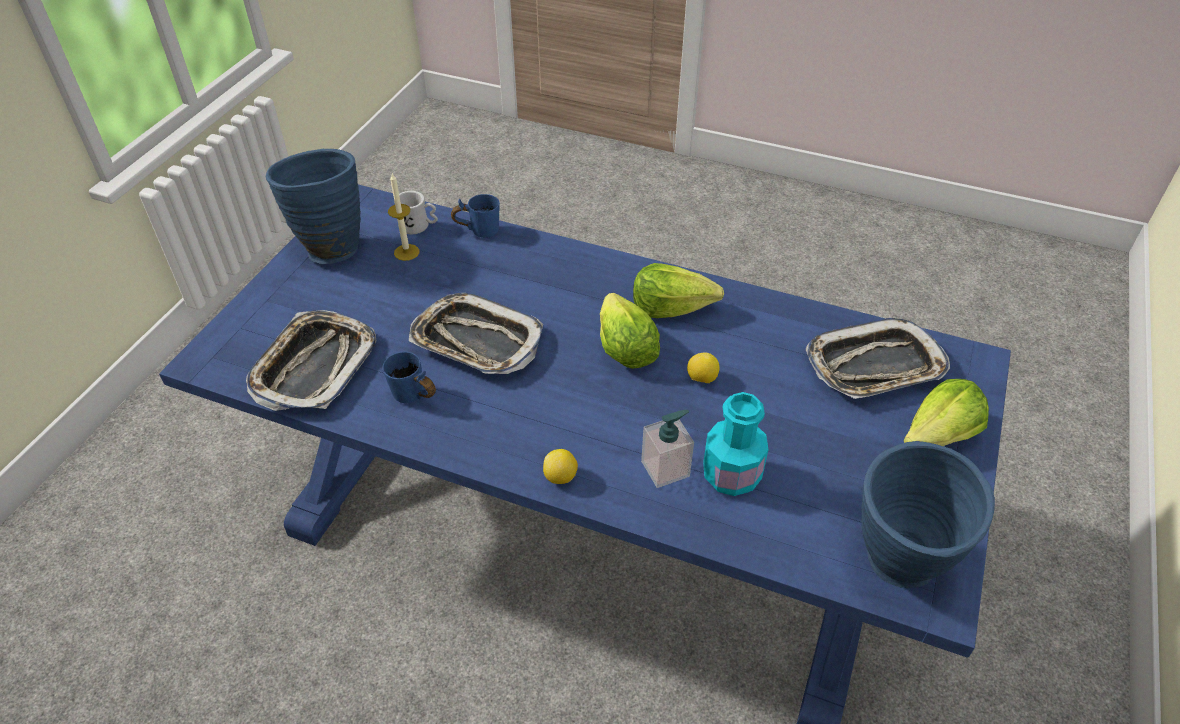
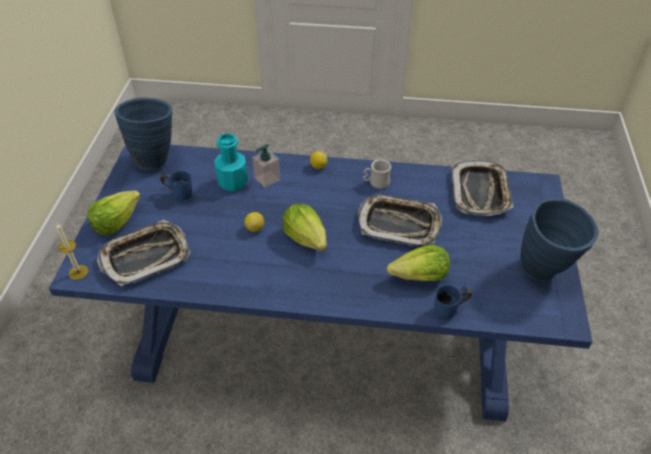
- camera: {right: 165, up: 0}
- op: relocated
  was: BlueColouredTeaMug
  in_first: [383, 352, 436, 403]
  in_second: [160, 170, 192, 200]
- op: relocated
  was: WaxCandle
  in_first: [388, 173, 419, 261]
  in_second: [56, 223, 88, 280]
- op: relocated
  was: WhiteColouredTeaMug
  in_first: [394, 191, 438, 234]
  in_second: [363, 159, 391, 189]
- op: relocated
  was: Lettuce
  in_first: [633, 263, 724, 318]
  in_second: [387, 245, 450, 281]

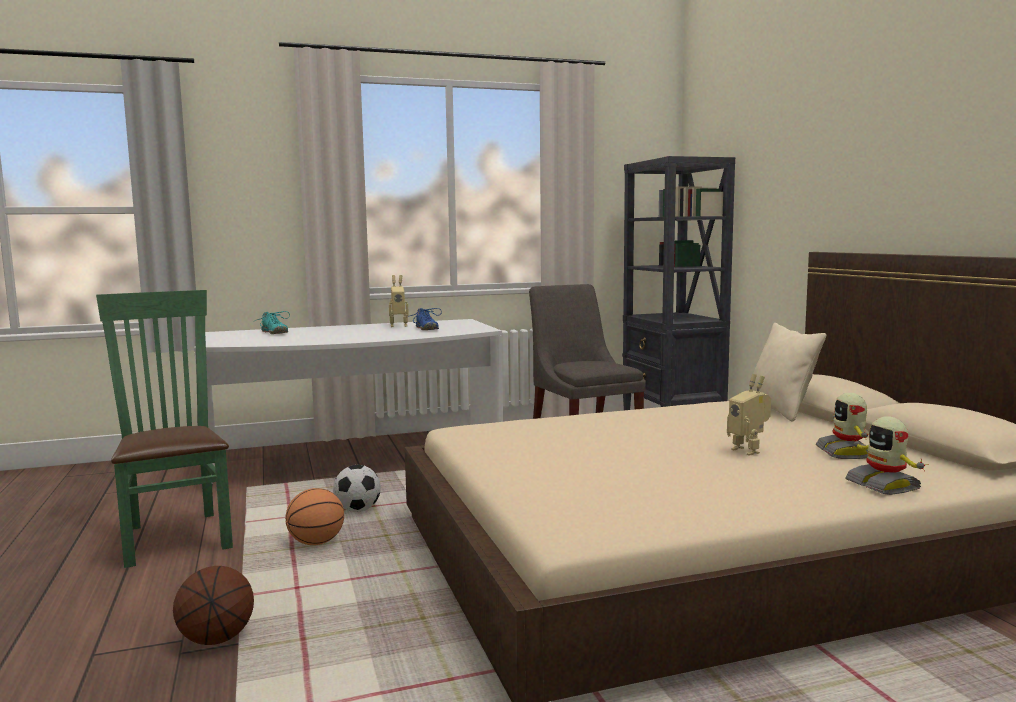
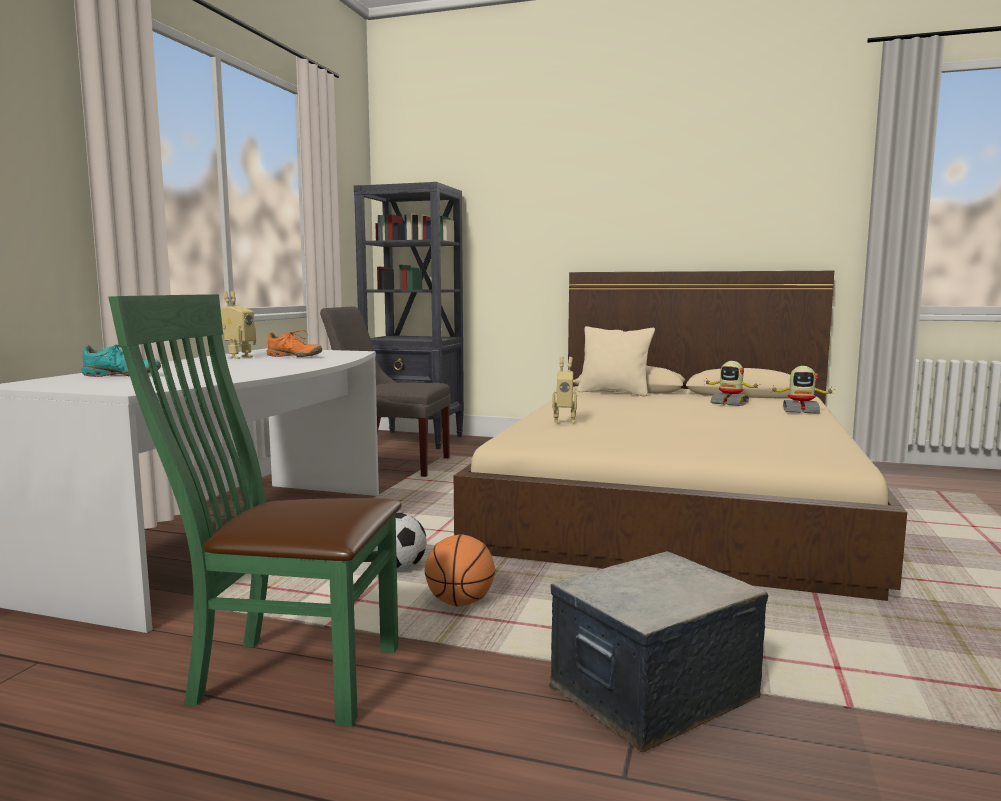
- camera: {right: -55, up: 0}
- op: exchanged
  was: Basketball
  now: StorageBox
  in_first: [173, 566, 254, 645]
  in_second: [549, 551, 768, 752]
- op: colour
  was: BlueColouredShoe
  now: OrangeyShoe
  in_first: [408, 308, 442, 330]
  in_second: [266, 330, 322, 357]
- op: relocated
  was: ToyRobot
  in_first: [727, 374, 771, 456]
  in_second: [552, 357, 577, 423]

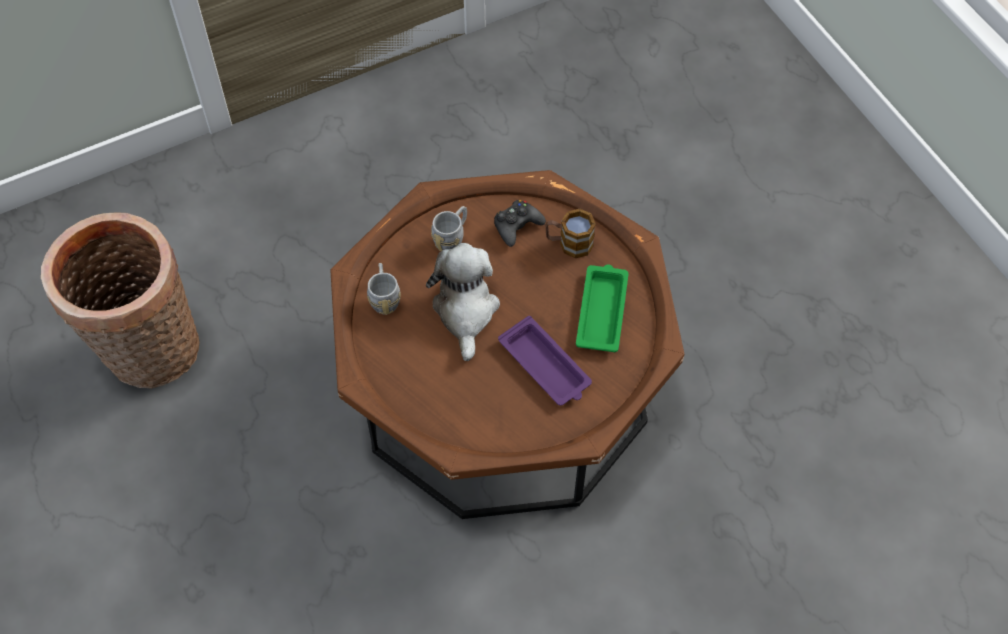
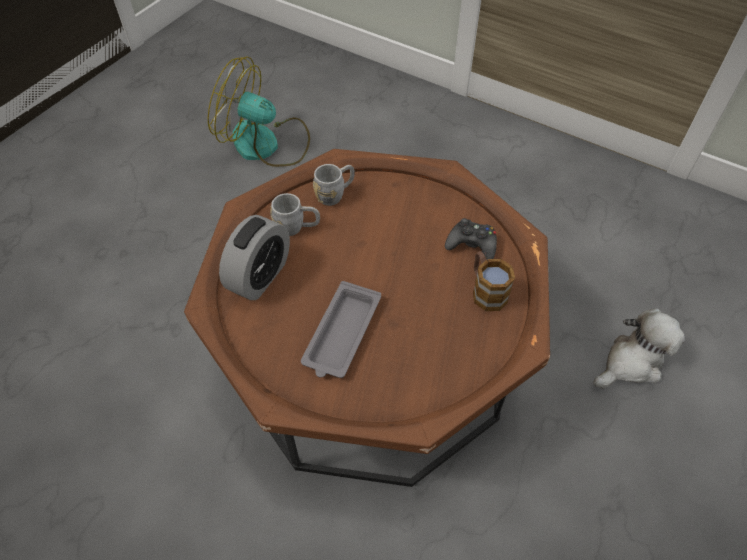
- camera: {right: 60, up: -5}
- op: exchanged
  was: StorageBasket
  now: ElectricFan
  in_first: [41, 212, 200, 389]
  in_second: [208, 56, 310, 167]
- op: relocated
  was: CuddlyToy
  in_first: [426, 243, 500, 361]
  in_second: [593, 309, 685, 388]
- op: relocated
  was: GreyishTeaMug
  in_first: [431, 206, 467, 251]
  in_second: [270, 193, 320, 236]
- op: colour
  was: PurplishTray
  now: GreyishTray
  in_first: [498, 316, 592, 406]
  in_second: [301, 281, 381, 378]
- op: missing
  was: GreenishTray
  in_first: [576, 264, 629, 352]
- op: appeared
  now: AlarmClock
  in_second: [219, 215, 290, 300]

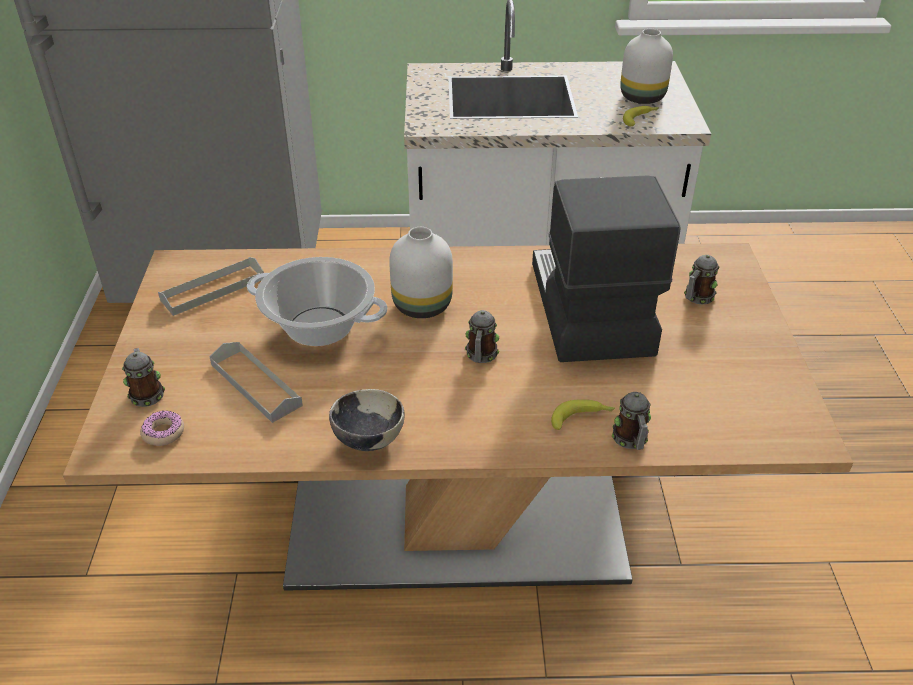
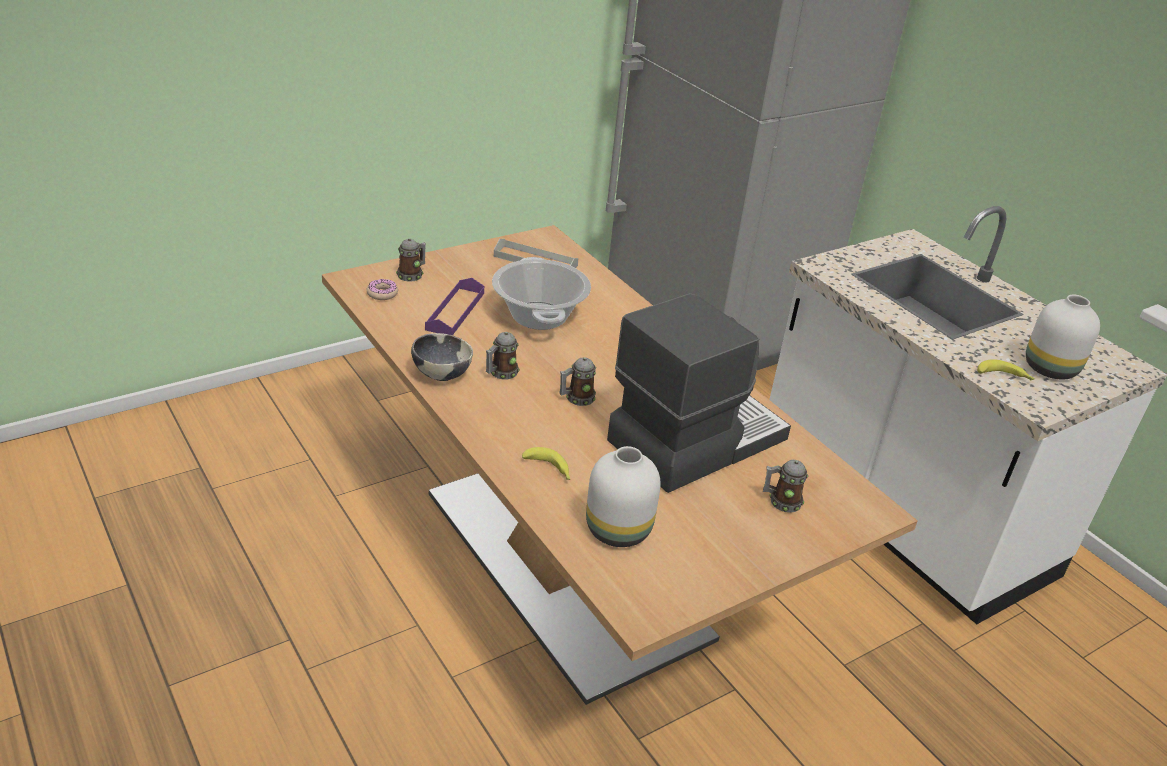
- camera: {right: 55, up: -5}
- op: colour
  was: GreyishTray
  now: PurplishTray
  in_first: [210, 342, 303, 423]
  in_second: [425, 278, 484, 335]
- op: relocated
  was: WhiteColouredVase
  in_first: [389, 227, 453, 318]
  in_second: [586, 446, 661, 547]
- op: relocated
  was: TeaMug
  in_first: [612, 392, 651, 450]
  in_second: [486, 332, 520, 379]

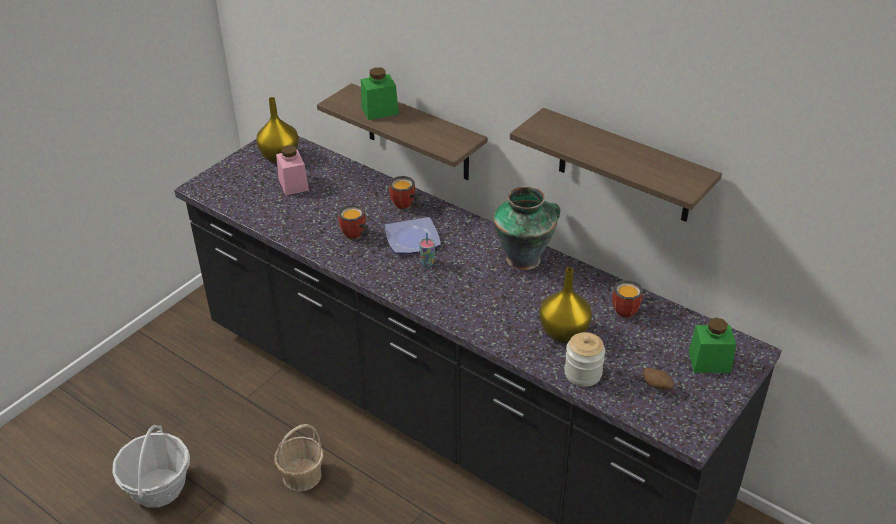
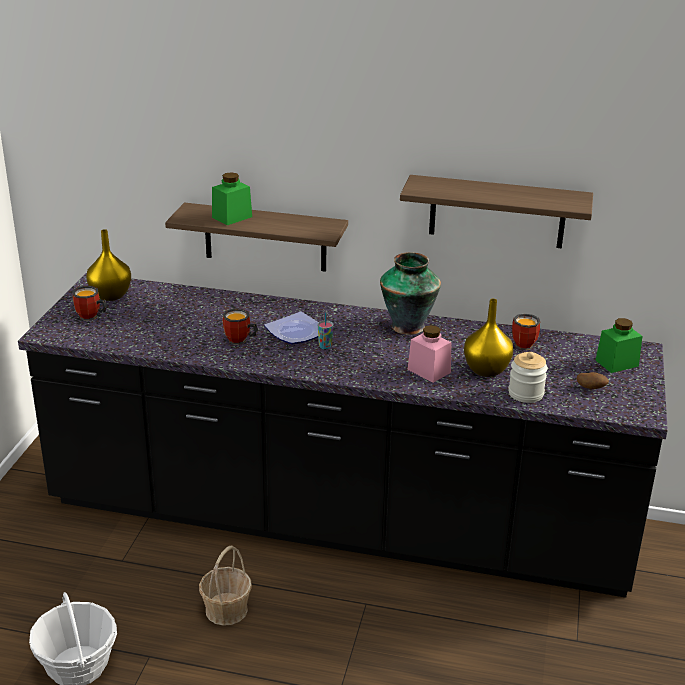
- camera: {right: -25, up: -10}
- op: relocated
  was: PinkishJar
  in_first: [276, 145, 309, 195]
  in_second: [408, 325, 451, 383]
- op: relocated
  was: TeaMug
  in_first: [389, 176, 420, 211]
  in_second: [72, 286, 107, 321]

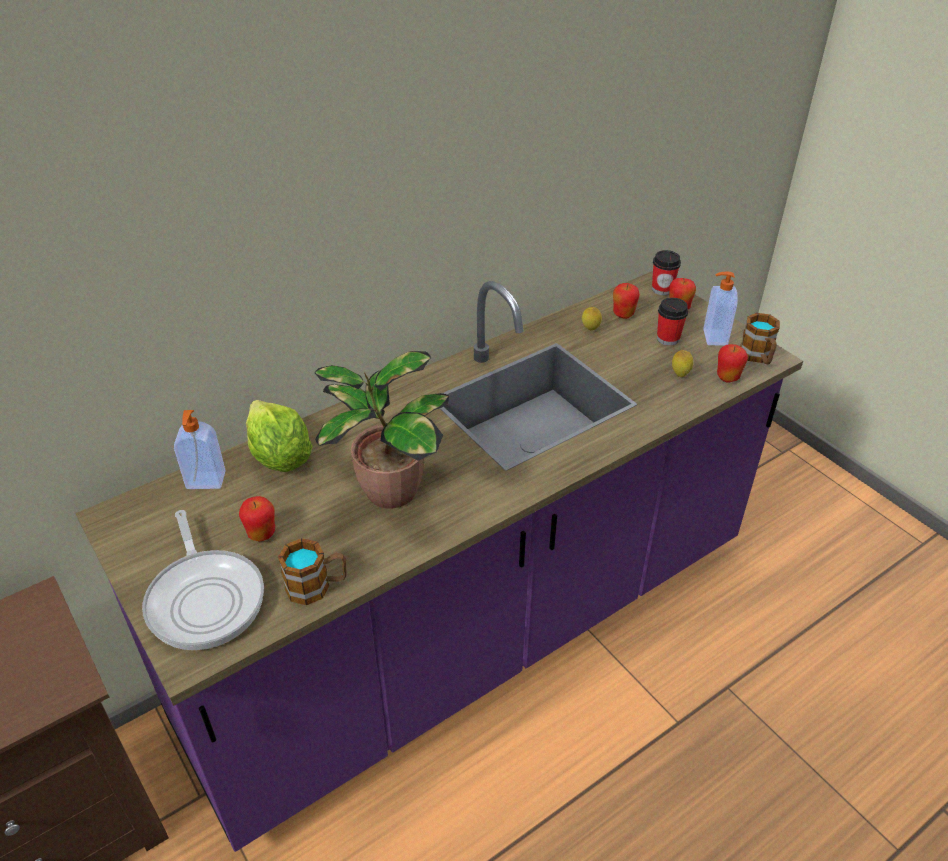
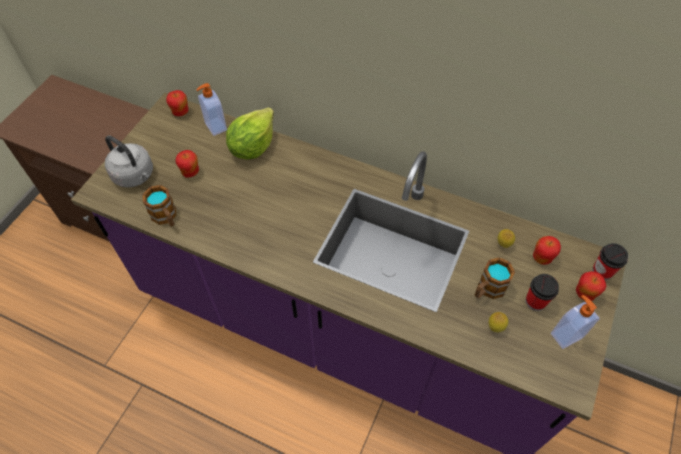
- camera: {right: 60, up: 15}
- op: exchanged
  was: Pan
  now: GreyishWaterKettle
  in_first: [142, 510, 264, 650]
  in_second: [105, 135, 153, 188]
- op: missing
  was: PottedPlant
  in_first: [315, 351, 449, 509]
- op: relocated
  was: WholeApple
  in_first: [717, 344, 748, 382]
  in_second: [166, 90, 189, 116]
- op: relocated
  was: TeaMug
  in_first: [740, 313, 780, 364]
  in_second: [475, 257, 515, 299]

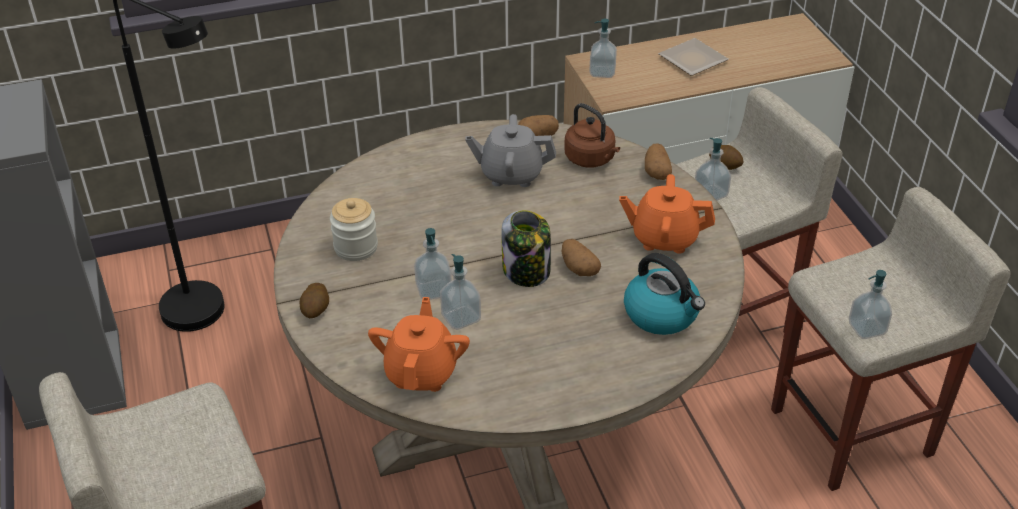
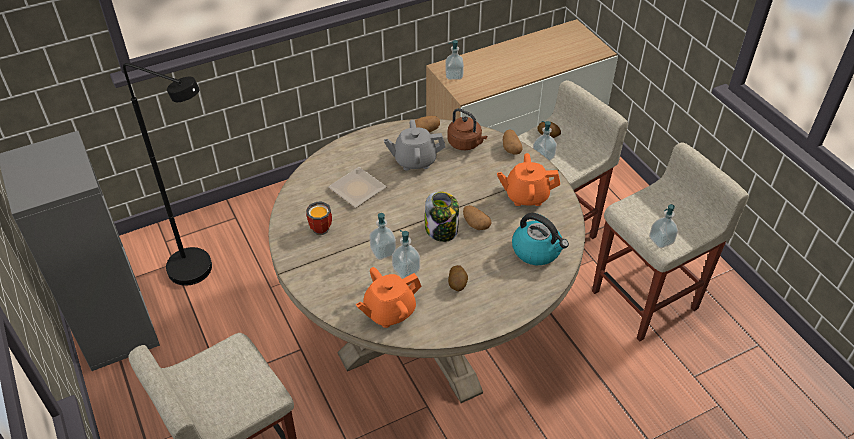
- camera: {right: -10, up: 5}
- op: relocated
  was: Potato
  in_first: [300, 283, 329, 318]
  in_second: [448, 265, 468, 291]
- op: exchanged
  was: Jar
  now: TeaMug
  in_first: [330, 198, 378, 261]
  in_second: [306, 201, 332, 235]
- op: spun
  was: OrangeyTeaPot
  in_first: [368, 297, 470, 392]
  in_second: [356, 267, 422, 328]
  clockwise: -120
- op: relocated
  was: FlatDish
  in_first: [658, 38, 729, 76]
  in_second: [328, 167, 387, 208]

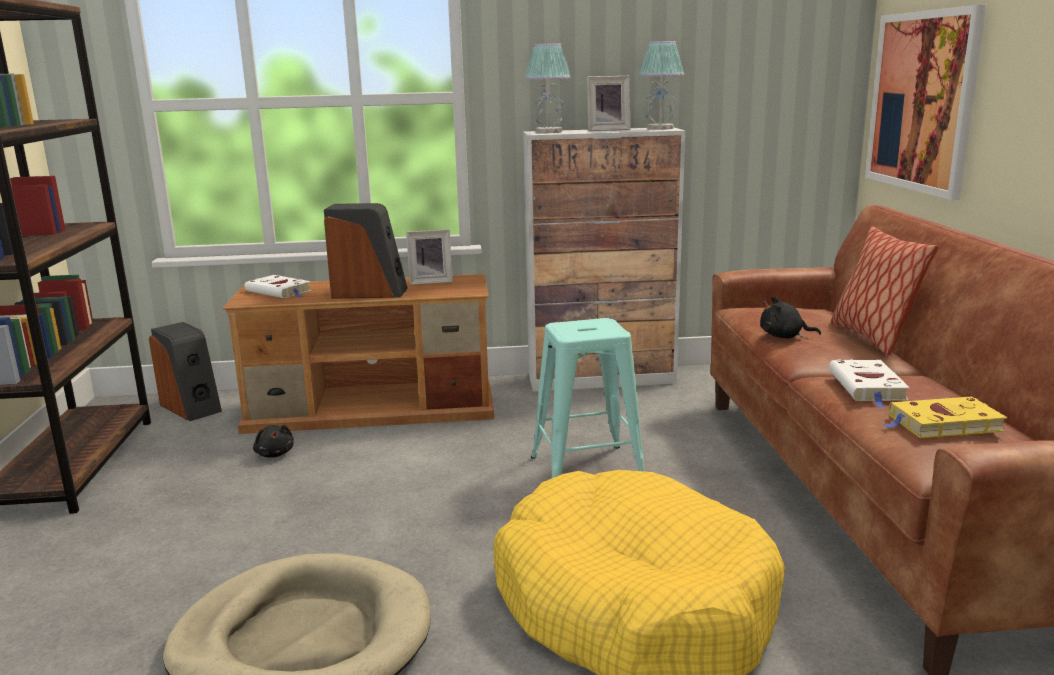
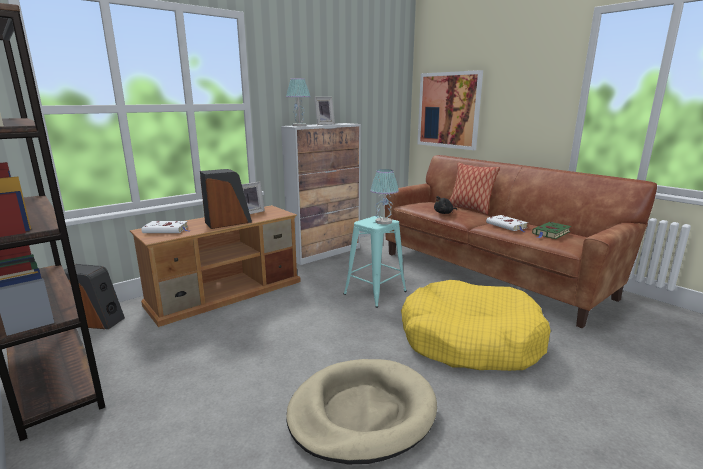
- camera: {right: -35, up: 0}
- op: missing
  was: BlackCuddlyToy
  in_first: [253, 425, 294, 457]
- op: relocated
  was: TableLamp
  in_first: [638, 41, 684, 130]
  in_second: [370, 169, 399, 225]
- op: colour
  was: YellowColouredBook
  now: GreenishBook
  in_first: [884, 396, 1008, 438]
  in_second: [532, 222, 571, 239]

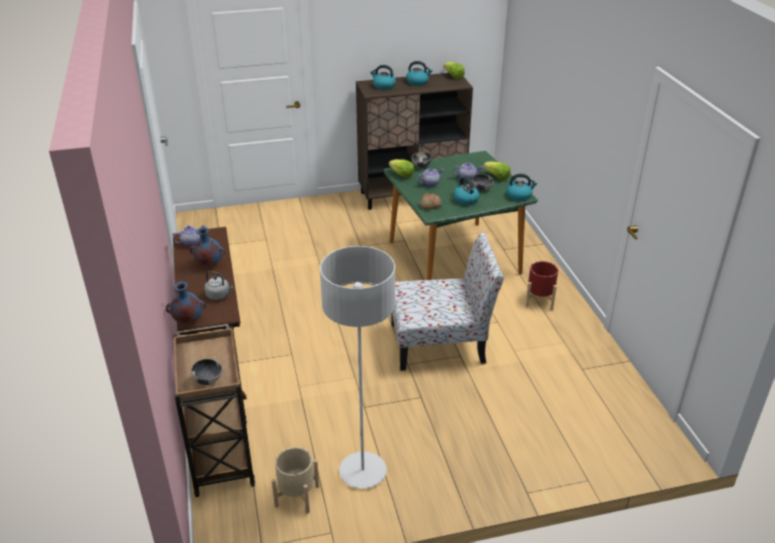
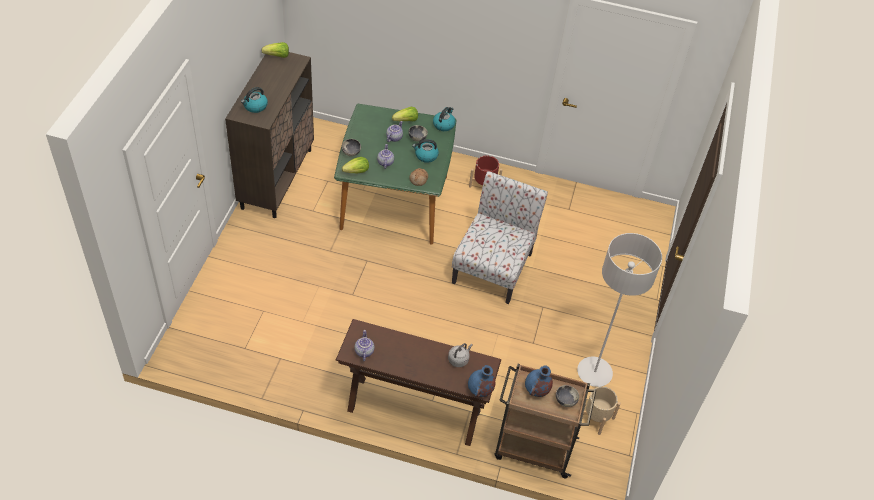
- camera: {right: -65, up: 15}
- op: relocated
  was: BlueColouredVase
  in_first: [190, 227, 225, 266]
  in_second: [525, 365, 553, 397]
- op: missing
  was: WaterKettle
  in_first: [406, 61, 432, 86]

